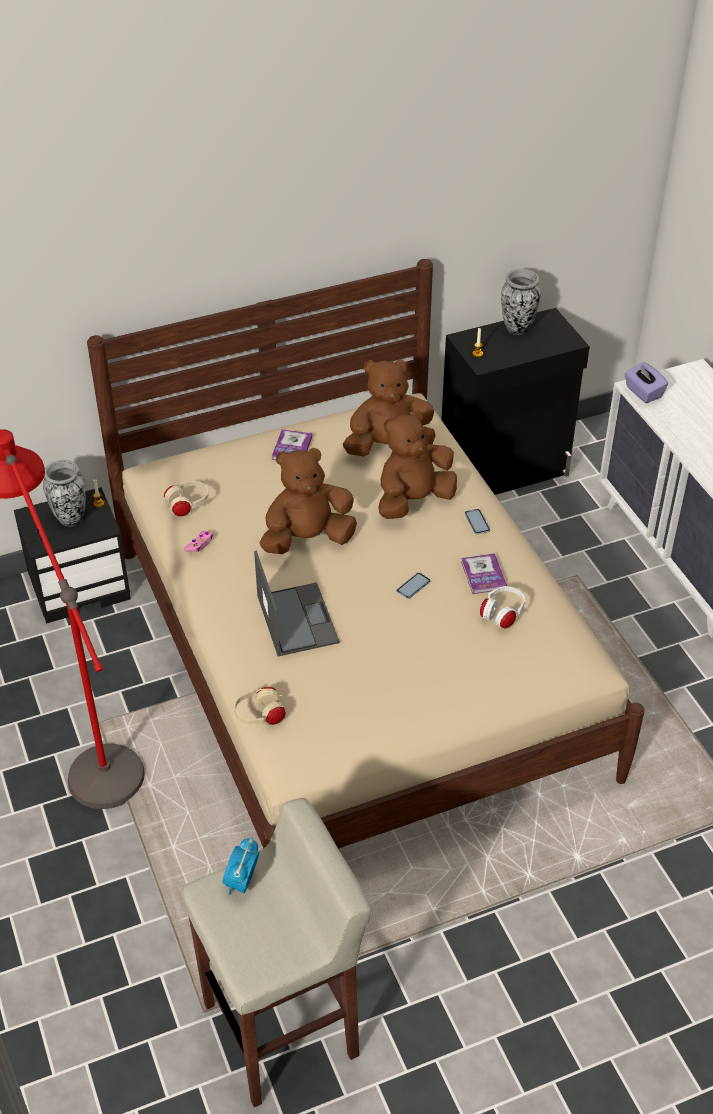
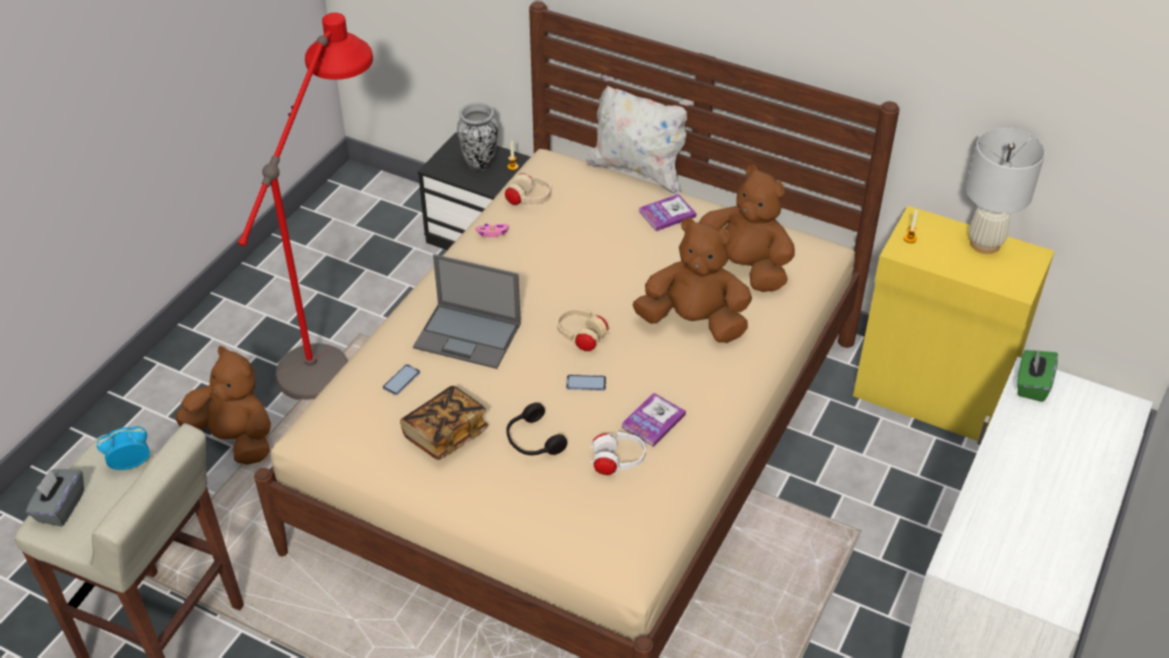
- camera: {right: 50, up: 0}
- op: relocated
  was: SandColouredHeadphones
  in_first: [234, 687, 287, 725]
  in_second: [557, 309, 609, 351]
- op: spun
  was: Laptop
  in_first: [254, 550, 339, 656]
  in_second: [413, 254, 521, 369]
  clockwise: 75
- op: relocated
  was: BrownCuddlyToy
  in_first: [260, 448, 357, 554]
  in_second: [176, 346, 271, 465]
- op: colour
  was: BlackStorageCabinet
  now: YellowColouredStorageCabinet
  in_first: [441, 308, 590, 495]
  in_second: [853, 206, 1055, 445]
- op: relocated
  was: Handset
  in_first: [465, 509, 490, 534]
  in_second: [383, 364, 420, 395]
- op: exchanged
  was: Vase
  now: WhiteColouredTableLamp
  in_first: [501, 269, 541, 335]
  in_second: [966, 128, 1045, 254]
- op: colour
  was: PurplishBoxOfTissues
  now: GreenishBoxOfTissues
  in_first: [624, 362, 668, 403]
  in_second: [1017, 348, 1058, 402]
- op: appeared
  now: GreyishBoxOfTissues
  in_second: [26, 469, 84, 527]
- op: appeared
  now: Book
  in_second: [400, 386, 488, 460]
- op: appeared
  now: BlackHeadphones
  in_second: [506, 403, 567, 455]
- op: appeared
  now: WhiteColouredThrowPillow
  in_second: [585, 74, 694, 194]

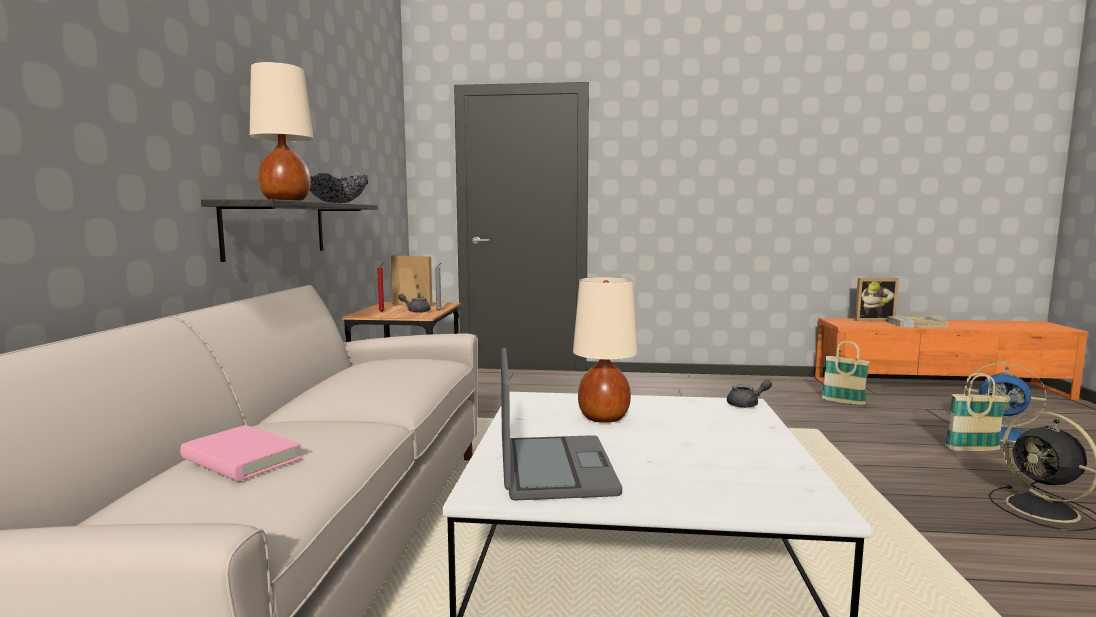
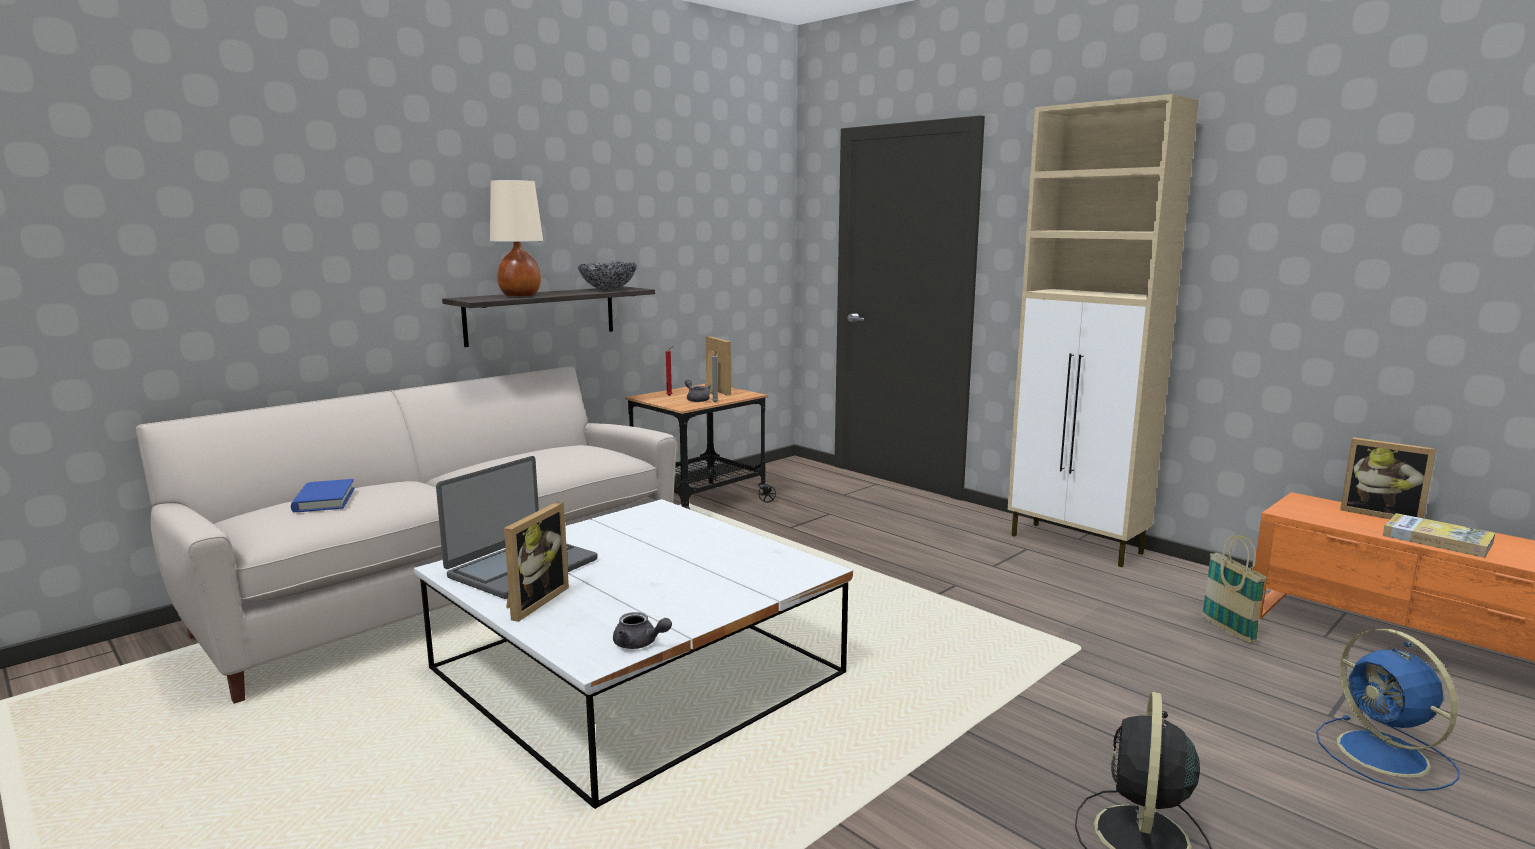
- camera: {right: 40, up: 5}
- op: colour
  was: PinkishBook
  now: BlueColouredBook
  in_first: [180, 425, 302, 481]
  in_second: [291, 479, 355, 512]
- op: missing
  was: SandColouredTableLamp
  in_first: [573, 277, 638, 423]
- op: relocated
  was: GreyishTeaPot
  in_first: [727, 380, 772, 408]
  in_second: [613, 612, 672, 649]
- op: missing
  was: StorageBasket
  in_first: [945, 373, 1007, 451]
- op: appeared
  now: StandingFrame
  in_second: [504, 502, 569, 622]
- op: appeared
  now: SandColouredStorageCabinet
  in_second: [1008, 94, 1199, 567]

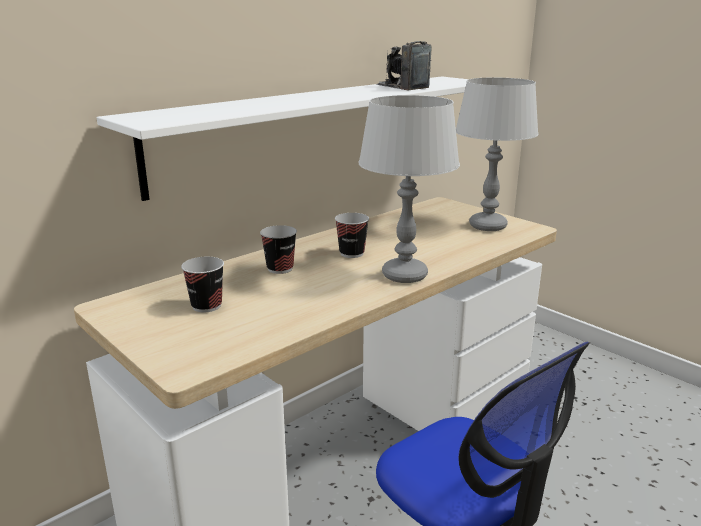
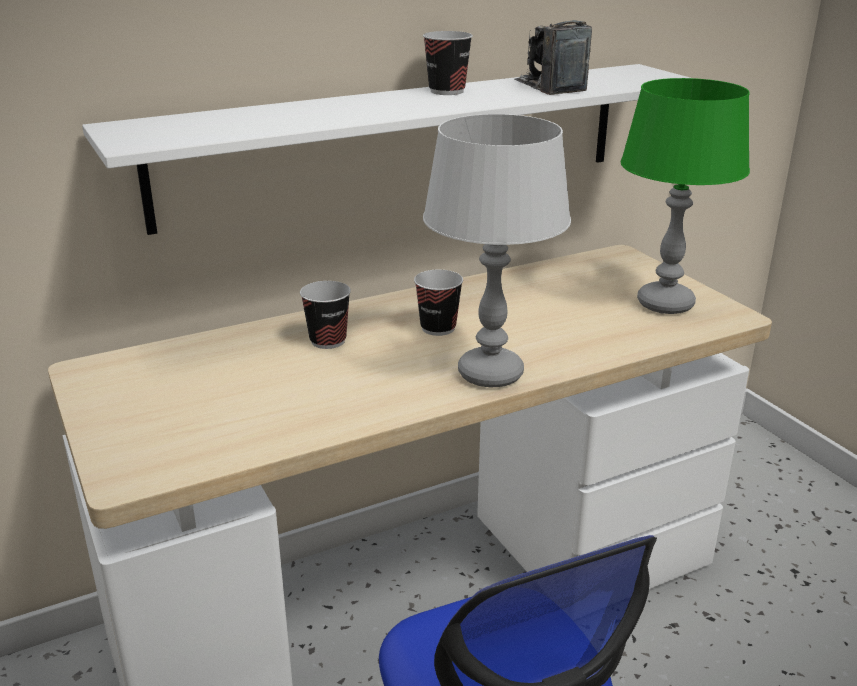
- camera: {right: 15, up: 5}
- op: relocated
  was: Cup
  in_first: [181, 257, 224, 312]
  in_second: [423, 31, 473, 95]
- op: colour
  was: GreyishTableLamp
  now: GreenishTableLamp
  in_first: [456, 77, 539, 231]
  in_second: [621, 78, 750, 314]

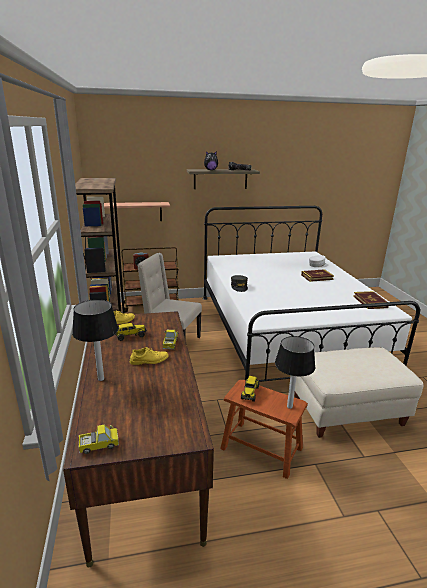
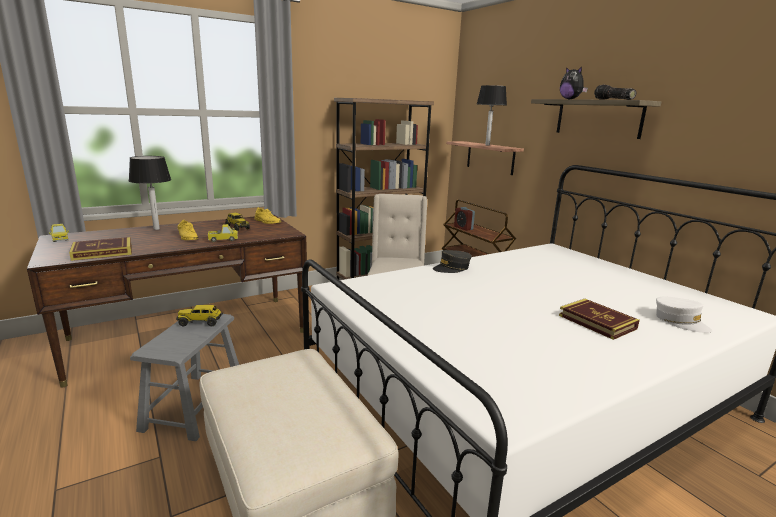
- camera: {right: 70, up: -5}
- op: colour
  was: BrownSittingStool
  now: GreyishSittingStool
  in_first: [220, 380, 308, 479]
  in_second: [130, 314, 239, 441]
- op: relocated
  was: TableLamp
  in_first: [275, 336, 315, 409]
  in_second: [477, 85, 507, 146]
- op: relocated
  was: Book
  in_first: [353, 291, 389, 309]
  in_second: [69, 237, 132, 261]

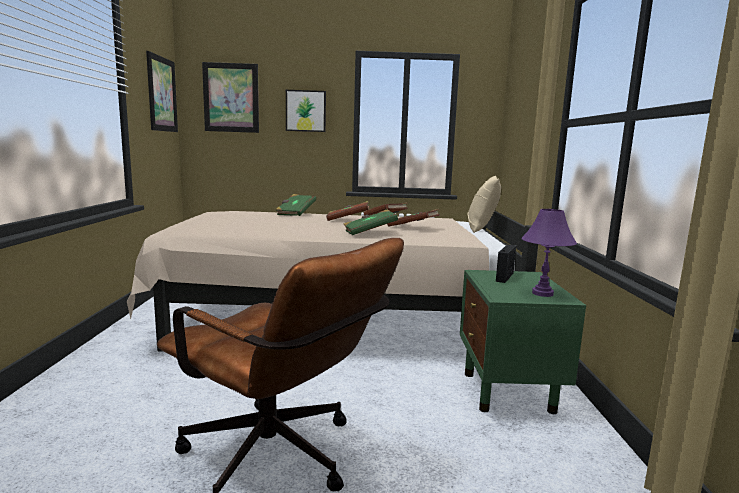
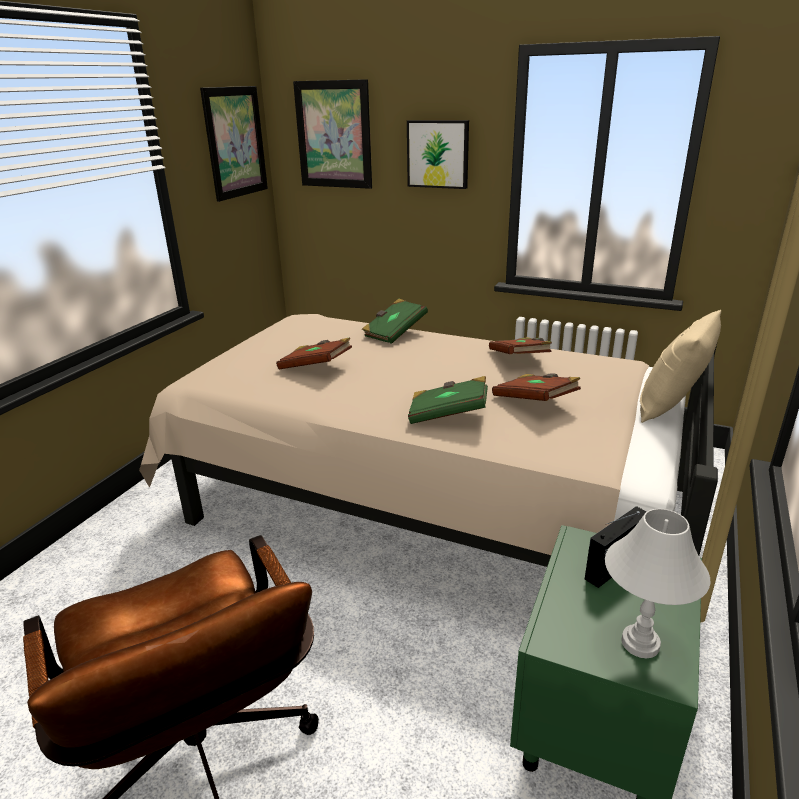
- camera: {right: 25, up: 15}
- op: relocated
  was: BrownBook
  in_first: [326, 201, 369, 221]
  in_second: [276, 338, 352, 369]
- op: colour
  was: PurplishTableLamp
  now: WhiteColouredTableLamp
  in_first: [522, 209, 577, 297]
  in_second: [605, 509, 710, 658]

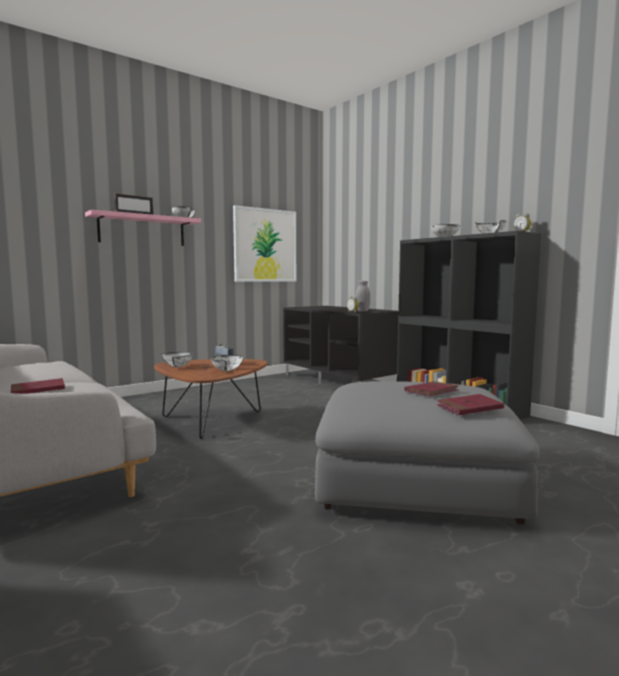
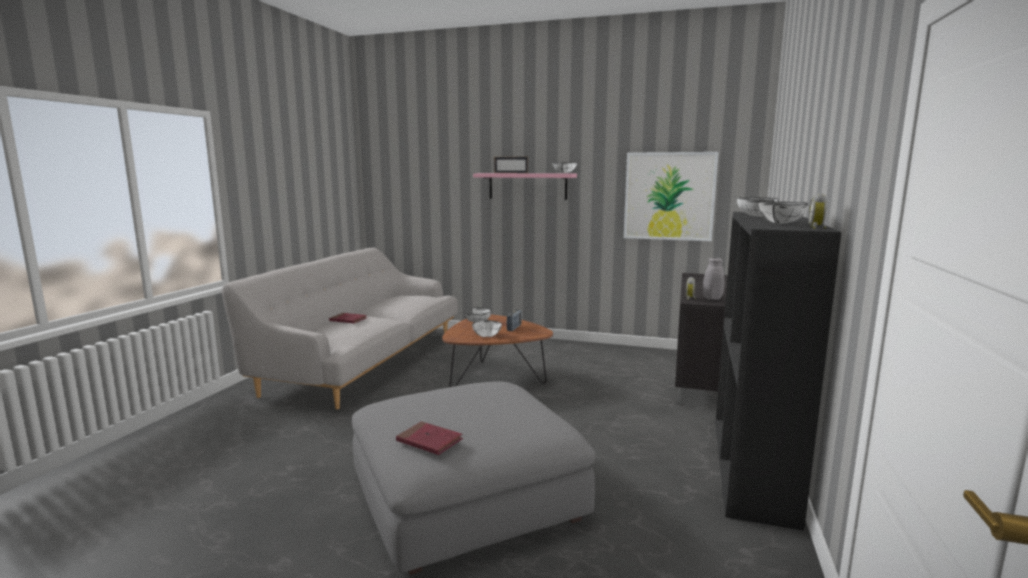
- camera: {right: 55, up: 5}
- op: missing
  was: RedBook
  in_first: [404, 381, 459, 396]

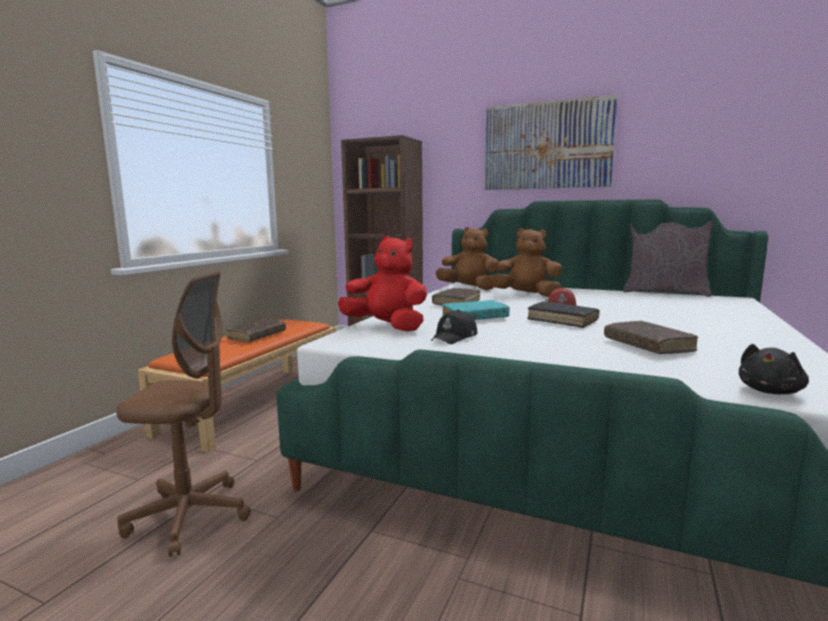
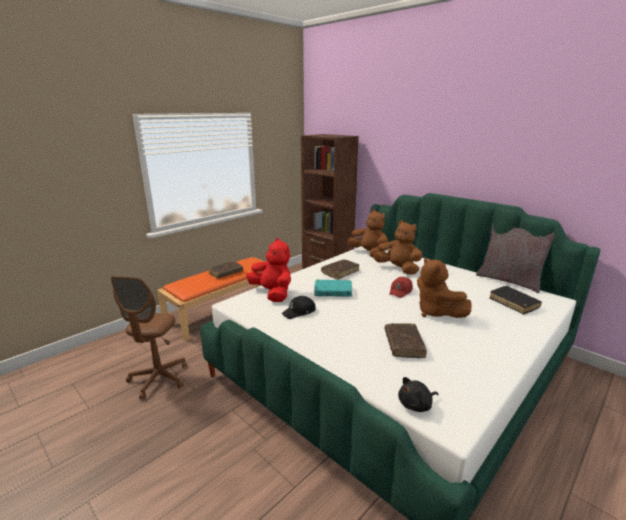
- camera: {right: 20, up: 10}
- op: spun
  was: BrownDeskChair
  in_first: [116, 271, 251, 557]
  in_second: [110, 276, 187, 400]
  clockwise: 75
- op: missing
  was: WallArt
  in_first: [485, 94, 618, 190]
- op: relocated
  was: BlackBook
  in_first: [527, 301, 600, 328]
  in_second: [489, 286, 542, 314]
- op: appeared
  now: BrownCuddlyToy
  in_second: [417, 257, 472, 318]

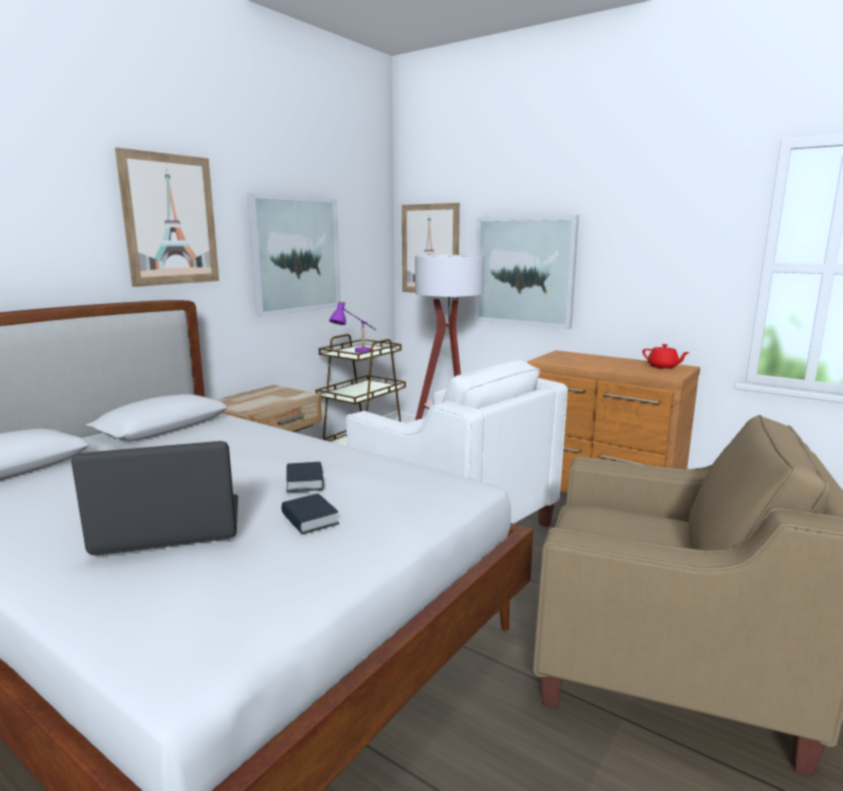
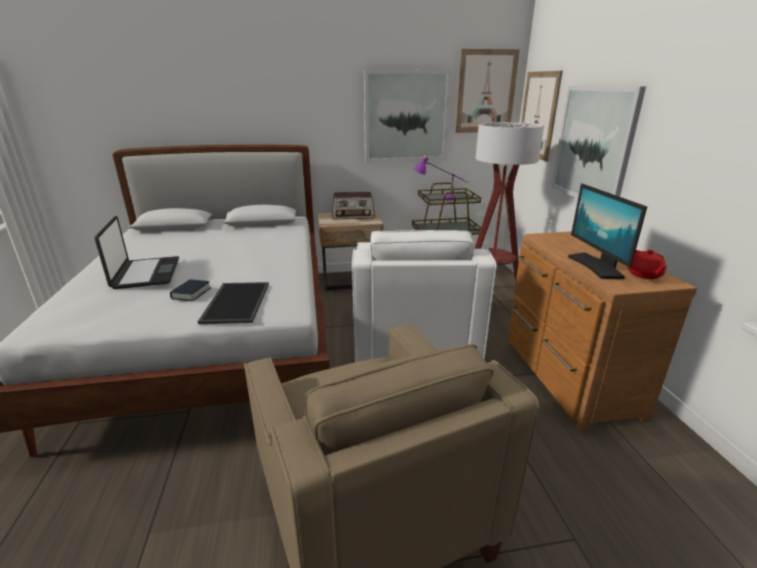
- camera: {right: 45, up: 10}
- op: spun
  was: Laptop
  in_first: [71, 441, 238, 556]
  in_second: [95, 216, 179, 289]
  clockwise: 45
- op: relocated
  was: WallArt
  in_first: [115, 147, 219, 287]
  in_second: [455, 49, 520, 133]
- op: missing
  was: Book
  in_first: [286, 462, 324, 492]
- op: appeared
  now: Tray
  in_second: [198, 282, 269, 324]
- op: appeared
  now: RadioReceiver
  in_second: [332, 192, 375, 219]
- op: appeared
  now: Monitor
  in_second: [568, 184, 647, 279]

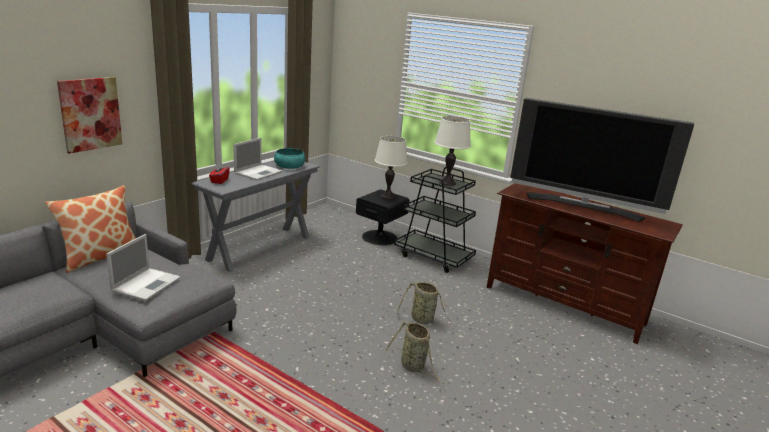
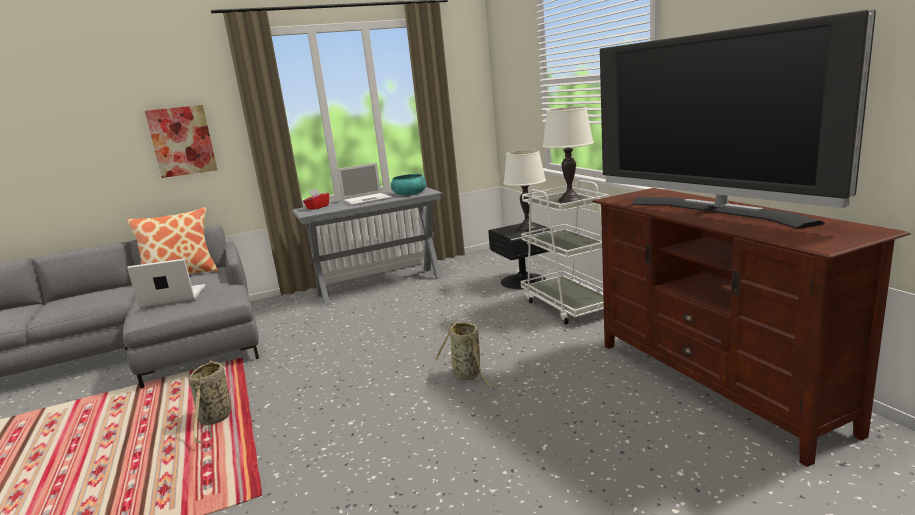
- camera: {right: 35, up: -5}
- op: spun
  was: Laptop
  in_first: [106, 234, 181, 301]
  in_second: [127, 259, 205, 307]
  clockwise: -150
- op: relocated
  was: StorageBasket
  in_first: [385, 322, 444, 384]
  in_second: [189, 360, 231, 443]
- op: colour
  was: BlackTrolley
  now: WhiteColouredTrolley
  in_first: [394, 167, 476, 273]
  in_second: [521, 180, 609, 324]

